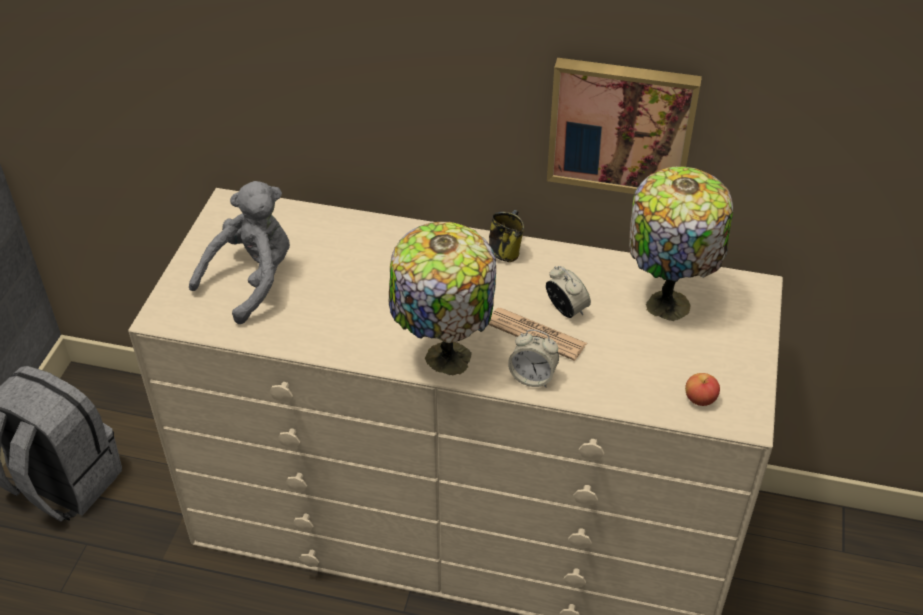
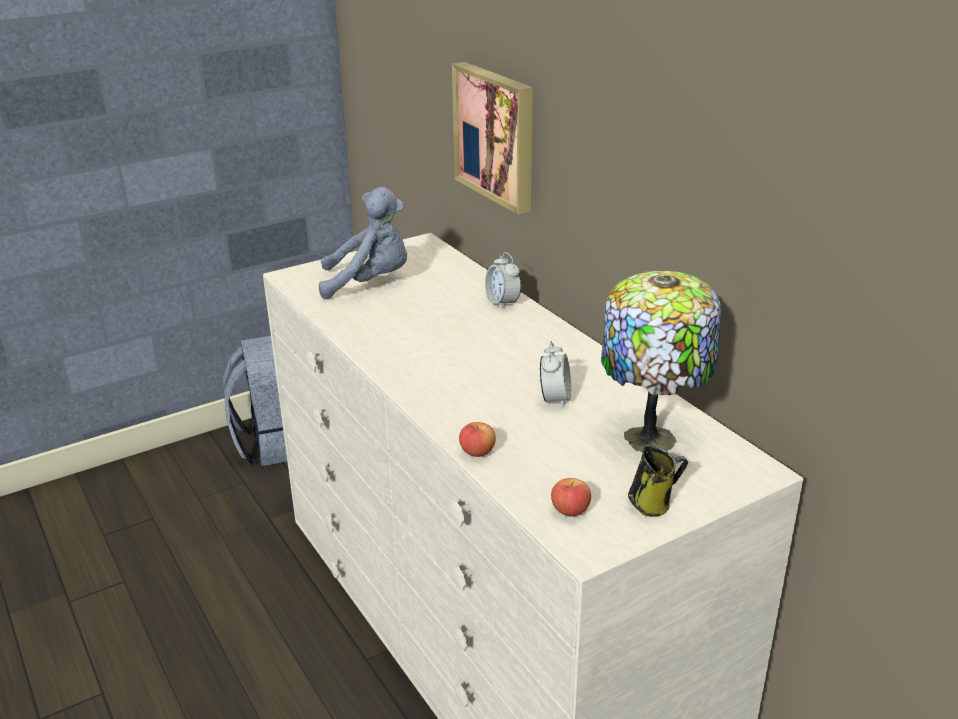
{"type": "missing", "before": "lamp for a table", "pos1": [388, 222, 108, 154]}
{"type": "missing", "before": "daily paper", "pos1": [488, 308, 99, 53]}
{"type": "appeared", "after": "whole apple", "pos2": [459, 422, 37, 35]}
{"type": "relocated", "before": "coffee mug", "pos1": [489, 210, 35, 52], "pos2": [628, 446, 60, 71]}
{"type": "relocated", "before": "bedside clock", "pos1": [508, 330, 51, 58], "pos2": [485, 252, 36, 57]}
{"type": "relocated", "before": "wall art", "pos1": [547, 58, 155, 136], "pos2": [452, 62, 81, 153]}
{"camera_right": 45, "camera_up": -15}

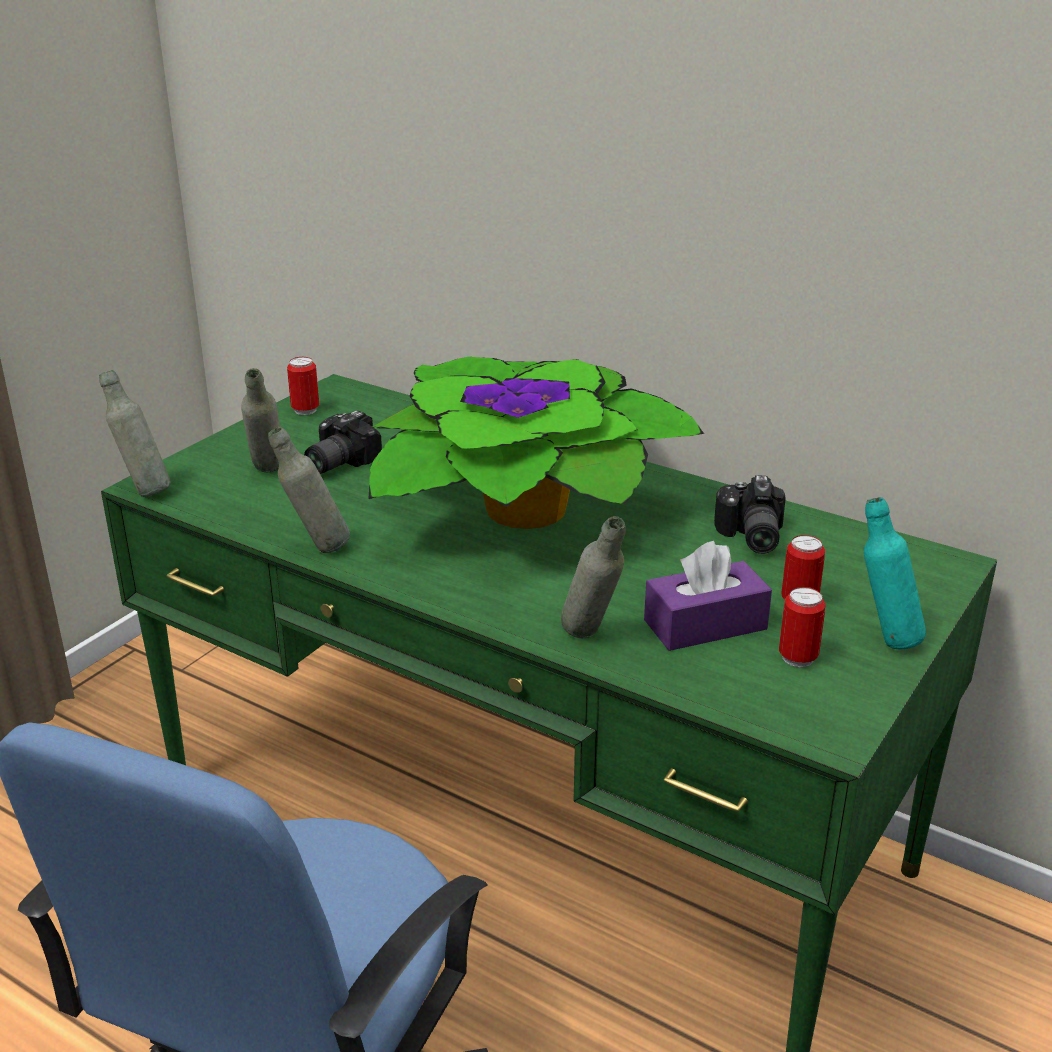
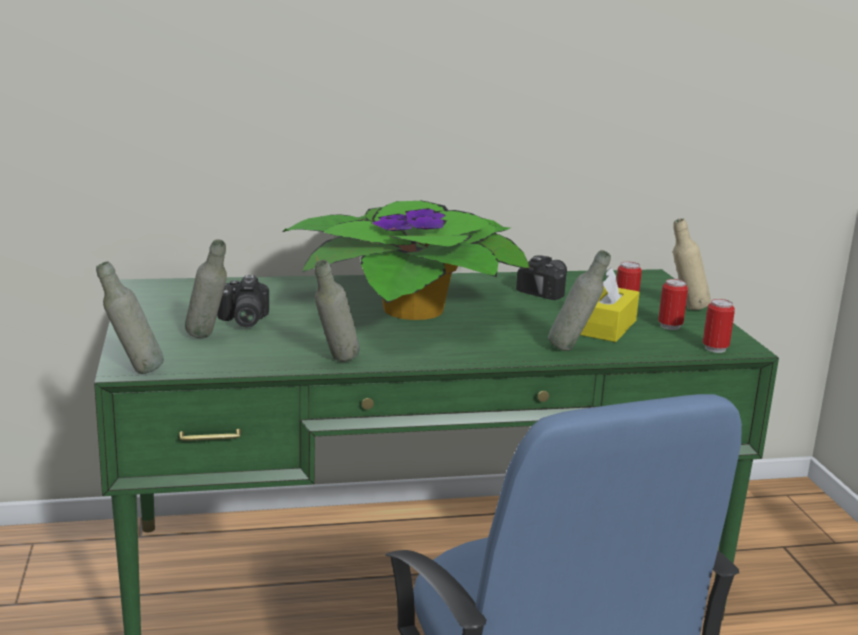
{"type": "relocated", "before": "sealed can", "pos1": [287, 357, 32, 58], "pos2": [703, 299, 32, 54]}
{"type": "colour", "before": "purple box of tissues", "after": "yellow box of tissues", "pos1": [644, 541, 128, 110], "pos2": [580, 268, 60, 74]}
{"type": "colour", "before": "turquoise-coloured bottle", "after": "sand-coloured bottle", "pos1": [864, 497, 62, 153], "pos2": [673, 218, 38, 92]}
{"type": "spun", "before": "photo camera", "pos1": [714, 475, 72, 79], "pos2": [516, 255, 51, 45], "turn": -105}
{"camera_right": -45, "camera_up": -10}

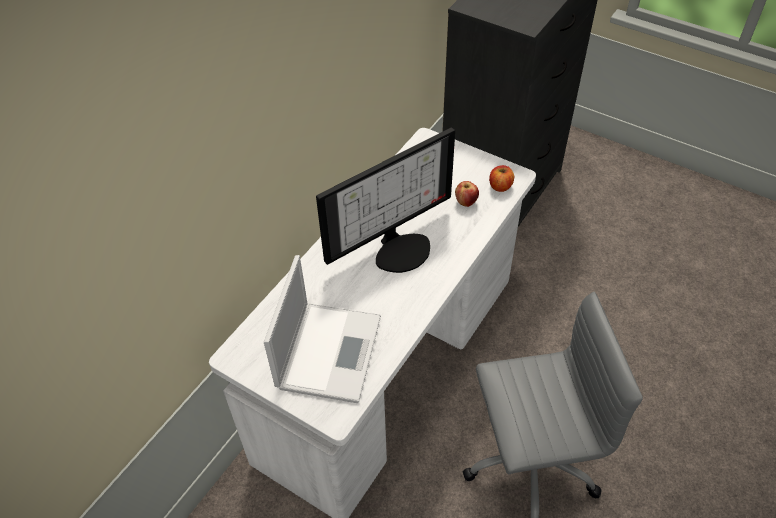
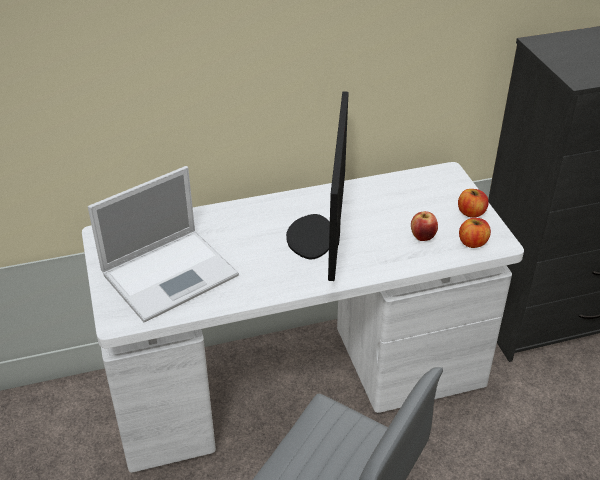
{"type": "appeared", "after": "whole apple", "pos2": [458, 189, 31, 29]}
{"type": "spun", "before": "monitor", "pos1": [316, 127, 139, 146], "pos2": [286, 91, 63, 190], "turn": 90}
{"camera_right": 40, "camera_up": -10}

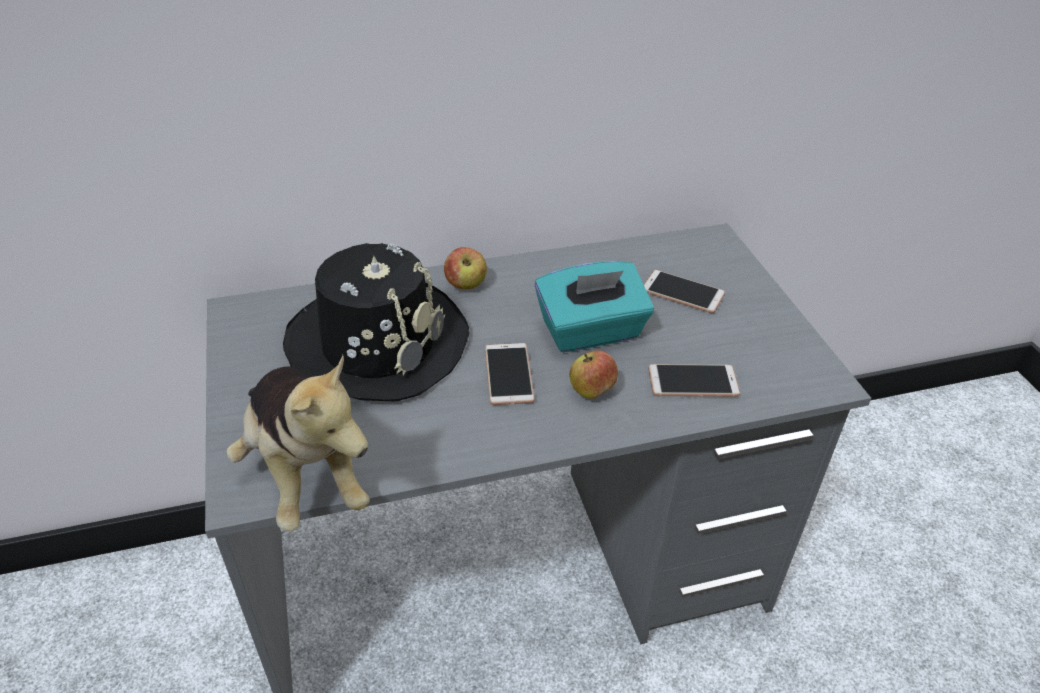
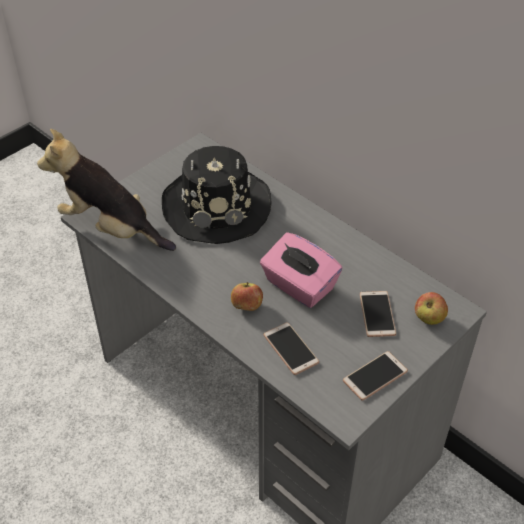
{"type": "relocated", "before": "whole apple", "pos1": [444, 247, 43, 42], "pos2": [415, 292, 33, 33]}
{"type": "relocated", "before": "telephone", "pos1": [485, 343, 50, 62], "pos2": [343, 351, 65, 50]}
{"type": "colour", "before": "turquoise-coloured box of tissues", "after": "pinkish box of tissues", "pos1": [535, 261, 119, 91], "pos2": [260, 233, 82, 75]}
{"type": "spun", "before": "cuddly toy", "pos1": [226, 355, 144, 176], "pos2": [37, 129, 139, 122], "turn": 90}
{"camera_right": 60, "camera_up": 5}

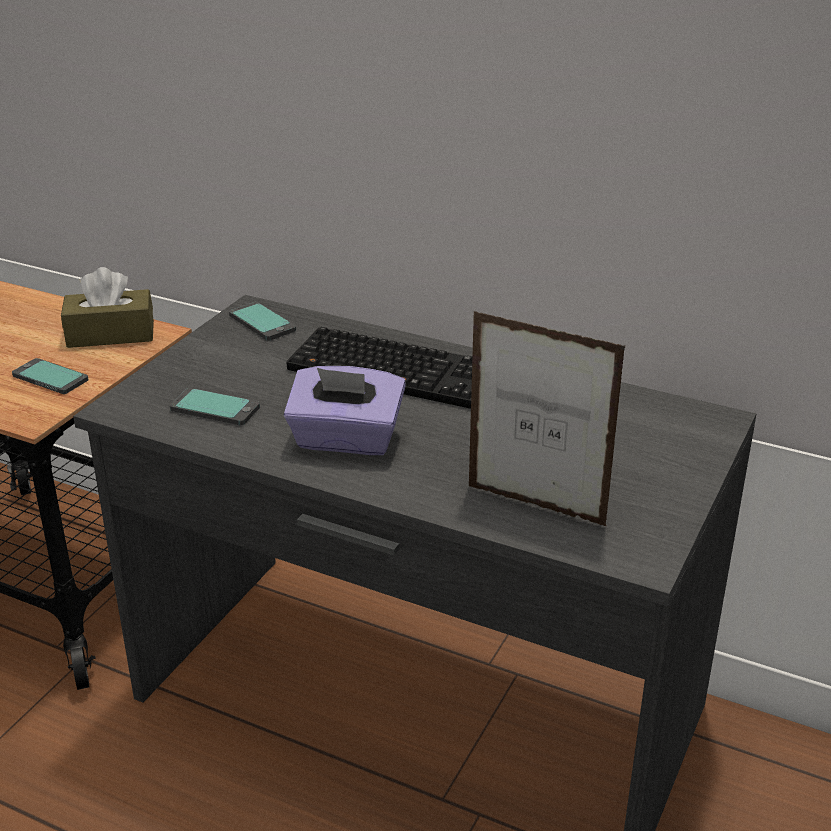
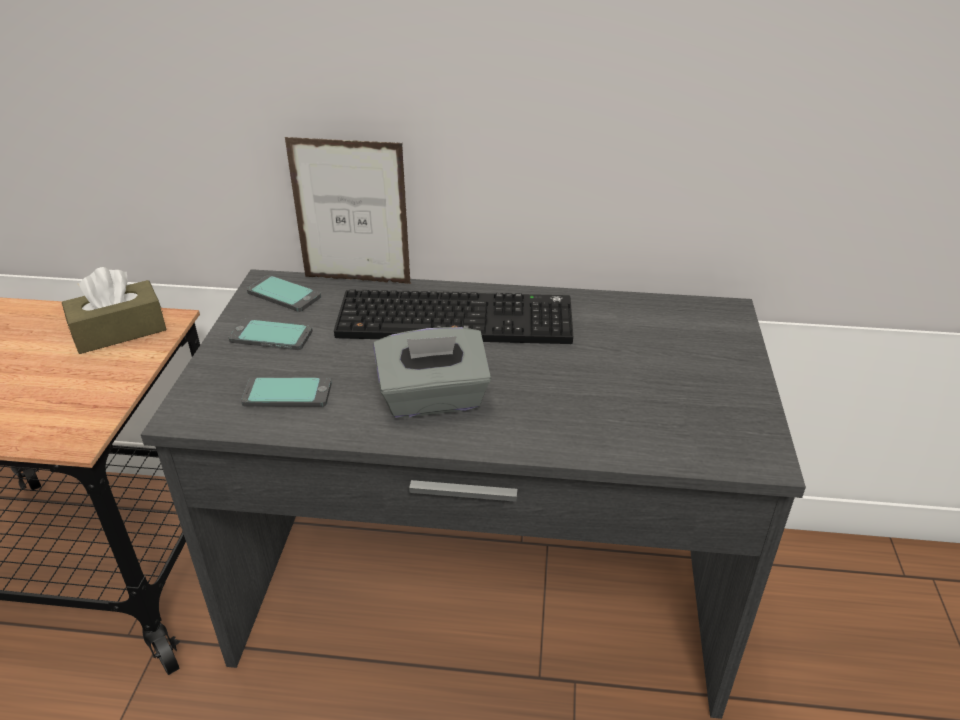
{"type": "relocated", "before": "telephone", "pos1": [12, 358, 76, 36], "pos2": [229, 319, 84, 31]}
{"type": "relocated", "before": "photo frame", "pos1": [469, 311, 157, 216], "pos2": [285, 137, 126, 147]}
{"type": "colour", "before": "purple box of tissues", "after": "grey box of tissues", "pos1": [284, 366, 122, 89], "pos2": [373, 327, 118, 91]}
{"camera_right": -20, "camera_up": 5}

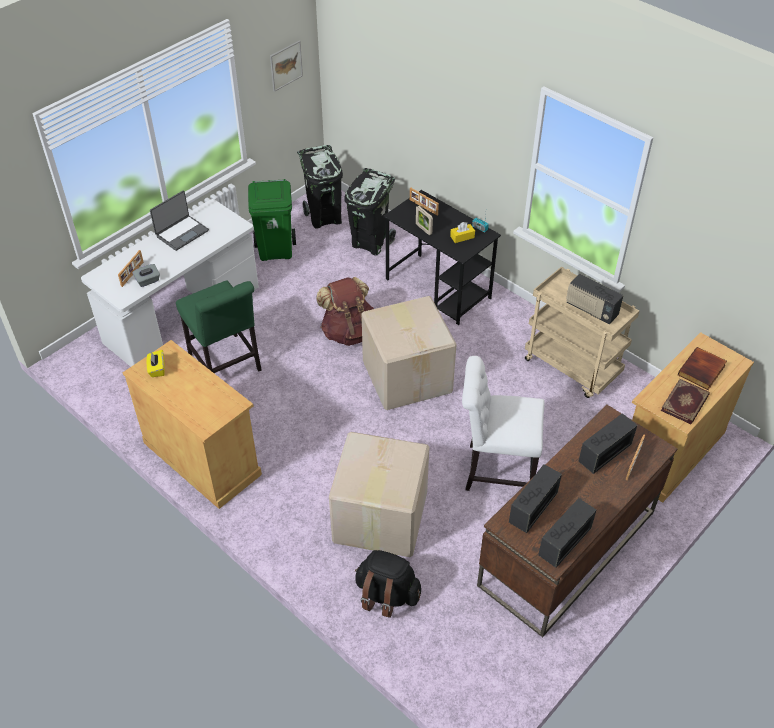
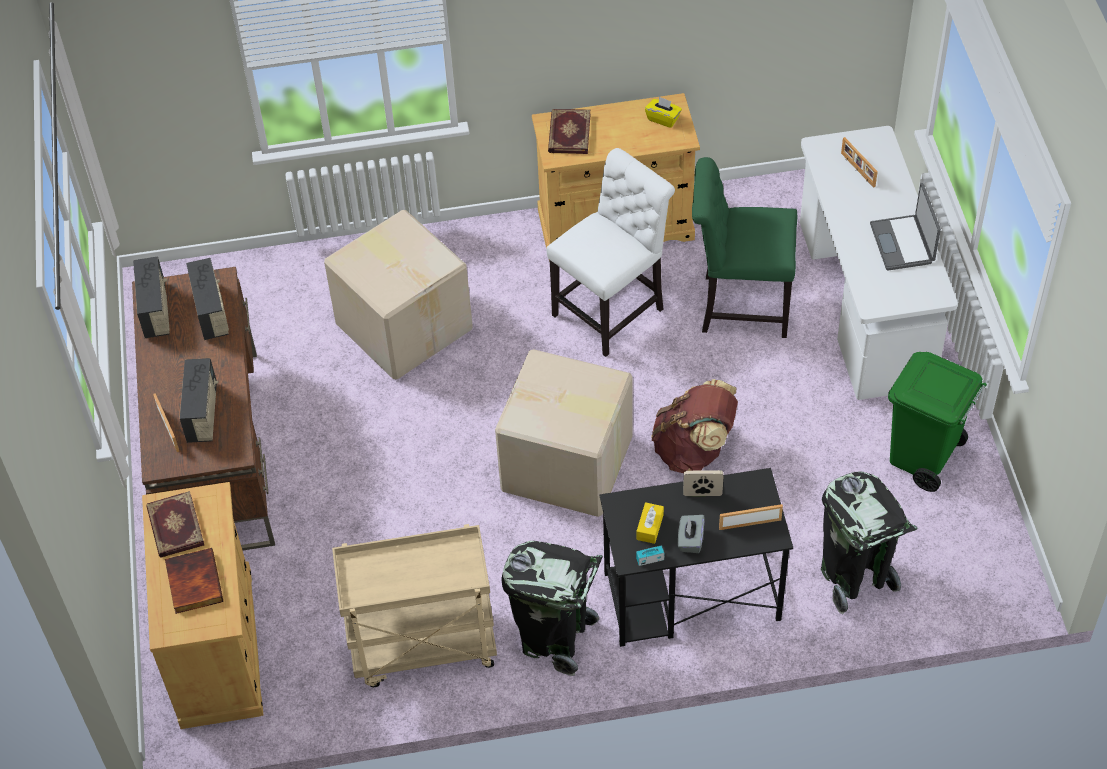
{"type": "missing", "before": "wall art", "pos1": [270, 41, 33, 51]}
{"type": "missing", "before": "black knapsack", "pos1": [355, 550, 66, 68]}
{"type": "missing", "before": "radio", "pos1": [566, 273, 57, 51]}
{"type": "appeared", "after": "book", "pos2": [548, 109, 42, 45]}
{"type": "relocated", "before": "grey box of tissues", "pos1": [132, 264, 28, 23], "pos2": [678, 515, 27, 38]}
{"type": "relocated", "before": "black waste bin", "pos1": [297, 145, 46, 83], "pos2": [502, 541, 101, 135]}
{"type": "relocated", "before": "white-coloured plain chair", "pos1": [462, 356, 83, 135], "pos2": [546, 148, 129, 209]}
{"camera_right": 130, "camera_up": 5}

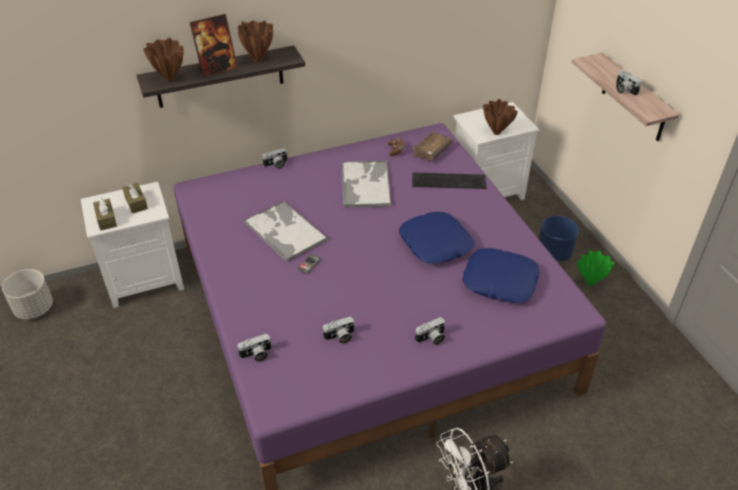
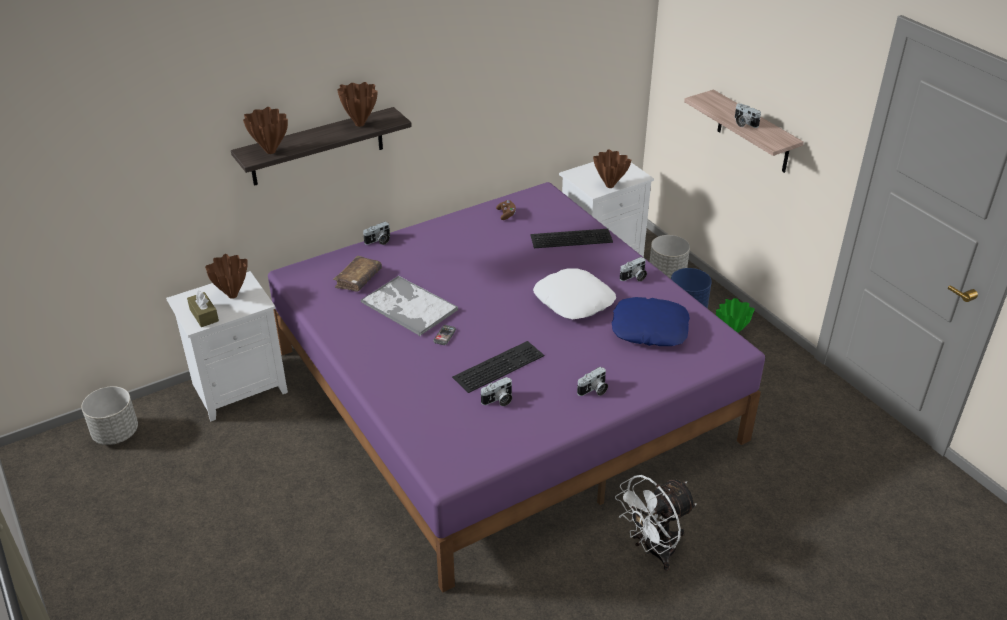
{"type": "missing", "before": "photo frame", "pos1": [189, 14, 49, 63]}
{"type": "missing", "before": "carrying tray", "pos1": [342, 160, 50, 48]}
{"type": "appeared", "after": "PC keyboard", "pos2": [452, 341, 92, 52]}
{"type": "appeared", "after": "grey plant pot", "pos2": [650, 235, 40, 44]}
{"type": "relocated", "before": "photo camera", "pos1": [237, 334, 34, 28], "pos2": [620, 257, 27, 25]}
{"type": "relocated", "before": "brown-coloured book", "pos1": [412, 131, 40, 30], "pos2": [333, 256, 49, 35]}
{"type": "exchanged", "before": "brown-coloured box of tissues", "after": "brown-coloured flower vase", "pos1": [122, 183, 26, 31], "pos2": [205, 254, 43, 45]}
{"type": "colour", "before": "blue-coloured pillow", "after": "white-coloured pillow", "pos1": [399, 212, 76, 52], "pos2": [533, 268, 83, 52]}
{"camera_right": -10, "camera_up": -5}

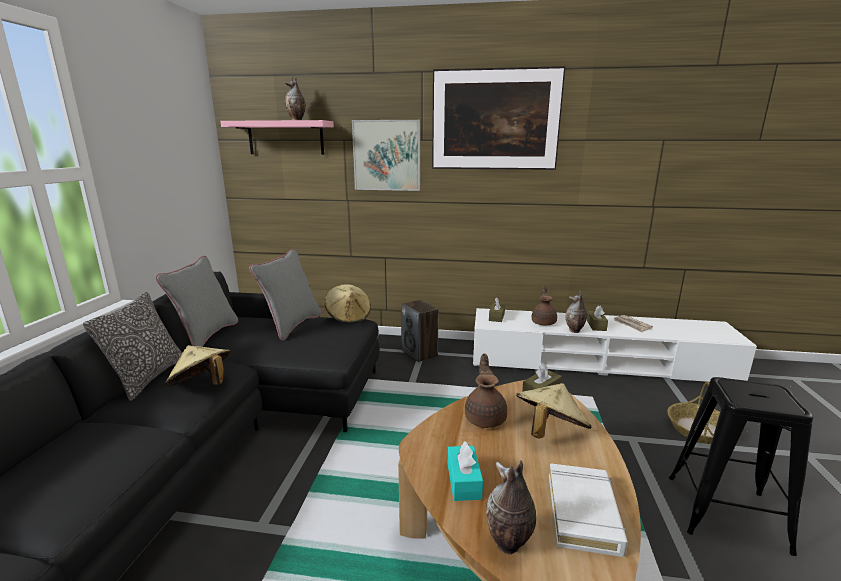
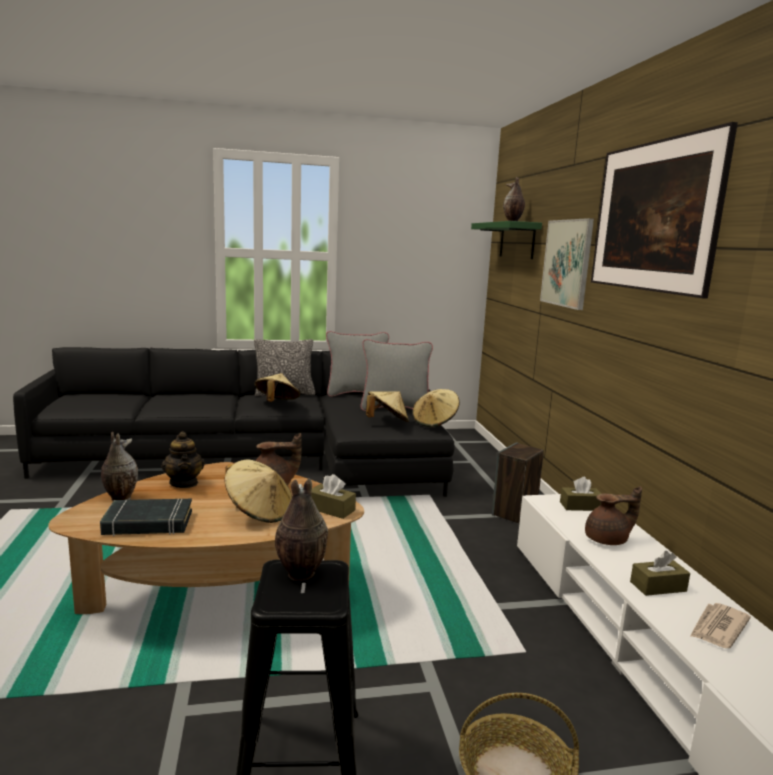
{"type": "appeared", "after": "sand-coloured wearable hat", "pos2": [366, 391, 43, 31]}
{"type": "relocated", "before": "flower vase", "pos1": [566, 290, 21, 43], "pos2": [275, 478, 53, 103]}
{"type": "exchanged", "before": "turquoise-coloured box of tissues", "after": "teapot", "pos1": [448, 441, 35, 60], "pos2": [161, 431, 44, 57]}
{"type": "colour", "before": "pinkish wall shelf", "after": "green wall shelf", "pos1": [220, 120, 114, 35], "pos2": [471, 221, 71, 38]}
{"type": "colour", "before": "white-coloured book", "after": "black book", "pos1": [549, 463, 79, 94], "pos2": [100, 499, 92, 37]}
{"camera_right": 70, "camera_up": -5}

